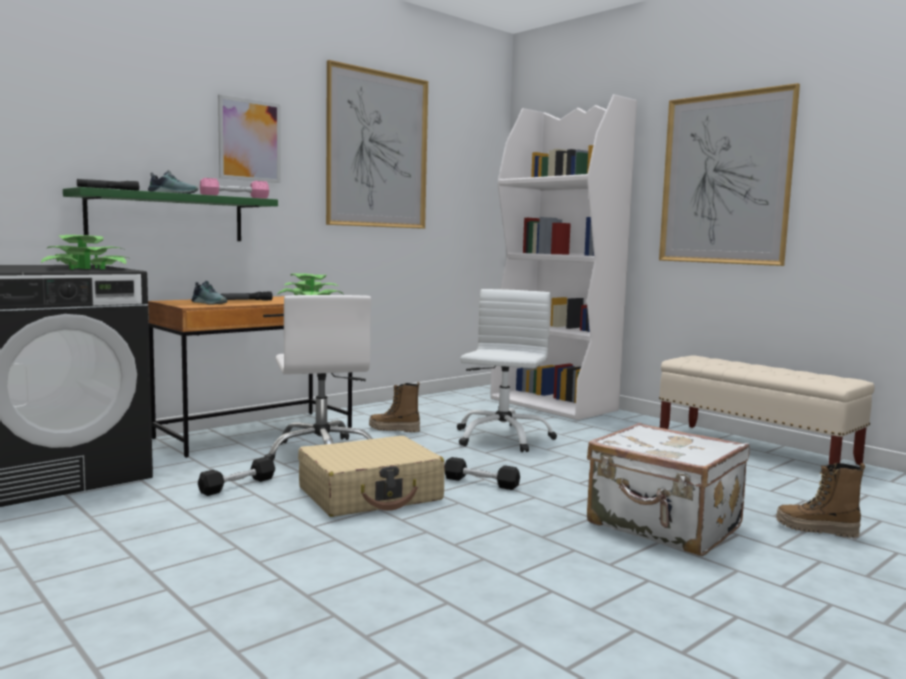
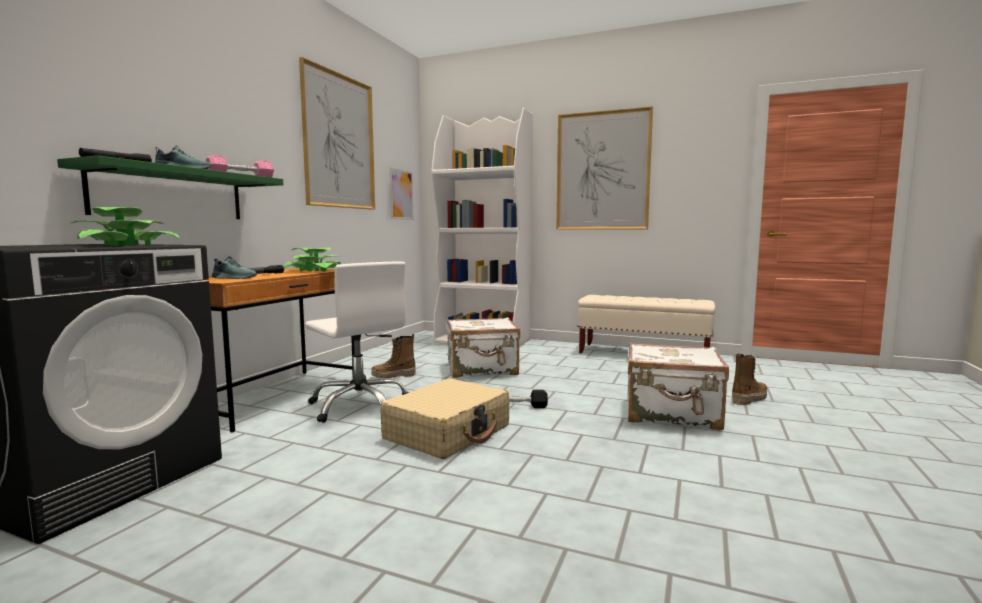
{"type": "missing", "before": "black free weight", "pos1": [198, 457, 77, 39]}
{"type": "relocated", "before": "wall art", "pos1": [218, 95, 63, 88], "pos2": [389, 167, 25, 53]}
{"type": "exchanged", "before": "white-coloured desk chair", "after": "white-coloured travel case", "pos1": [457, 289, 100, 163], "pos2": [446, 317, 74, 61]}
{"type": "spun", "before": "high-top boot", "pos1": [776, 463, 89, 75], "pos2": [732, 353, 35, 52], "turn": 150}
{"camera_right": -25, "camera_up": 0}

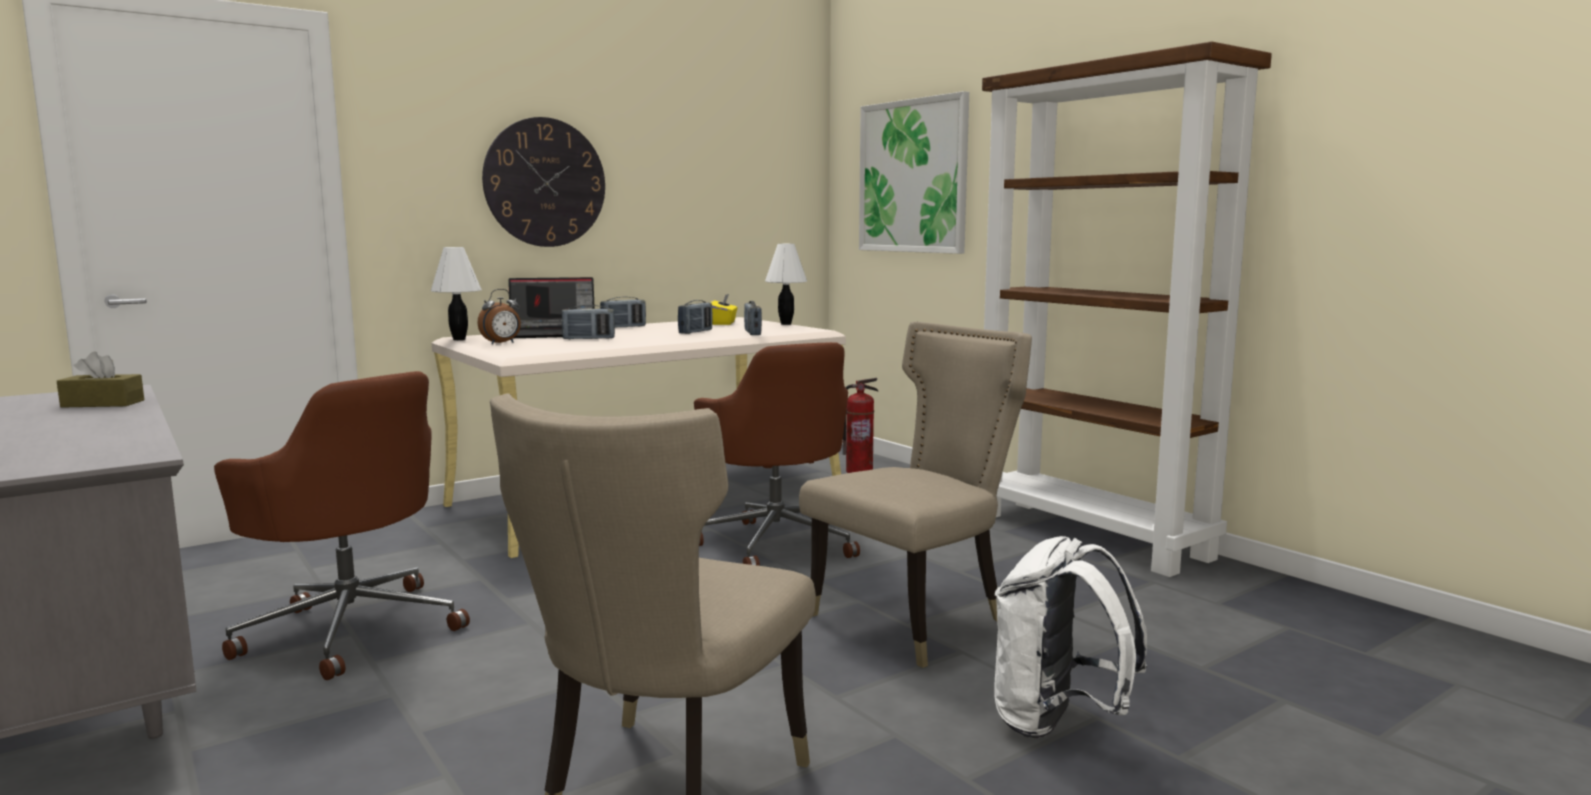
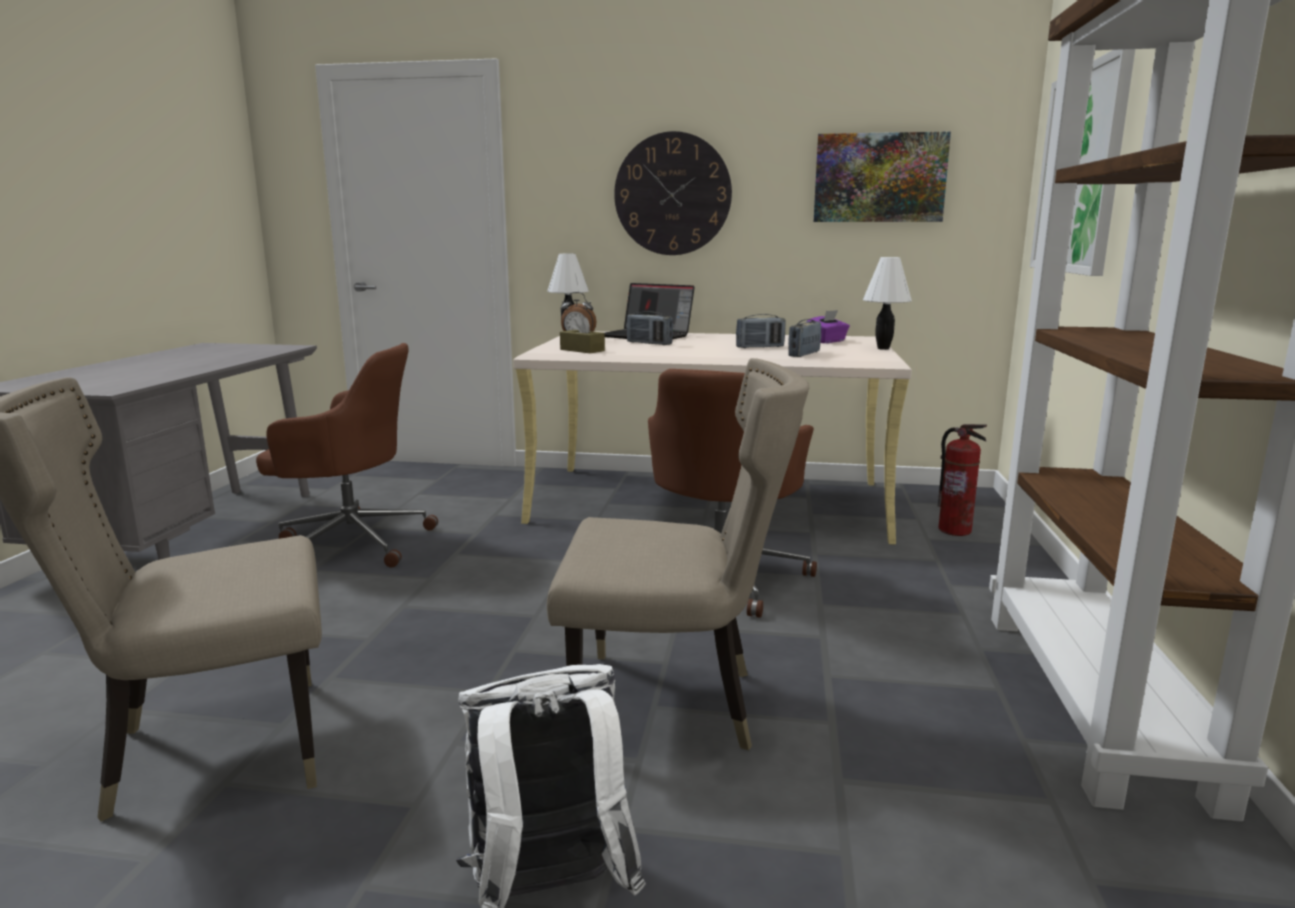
{"type": "missing", "before": "radio", "pos1": [600, 297, 46, 30]}
{"type": "appeared", "after": "wall art", "pos2": [814, 131, 137, 91]}
{"type": "relocated", "before": "brown-coloured box of tissues", "pos1": [57, 352, 87, 56], "pos2": [560, 315, 45, 38]}
{"type": "colour", "before": "yellow box of tissues", "after": "purple box of tissues", "pos1": [710, 294, 28, 31], "pos2": [806, 310, 44, 33]}
{"type": "spun", "before": "brown-coloured desk chair", "pos1": [214, 371, 256, 309], "pos2": [256, 343, 182, 224], "turn": -75}
{"camera_right": 45, "camera_up": 5}

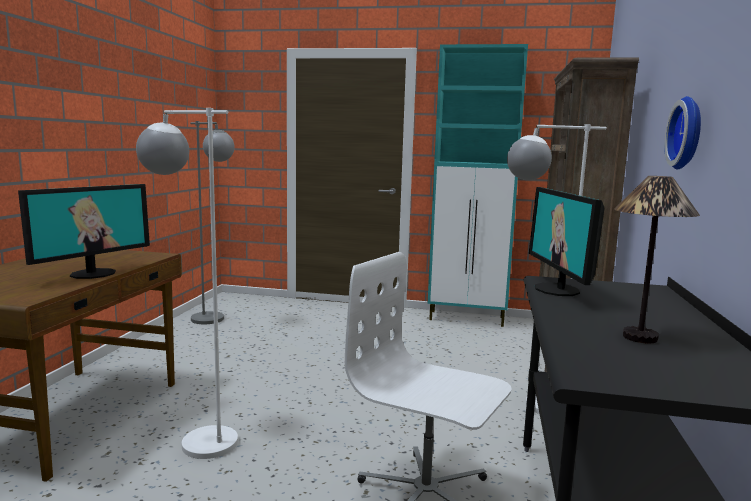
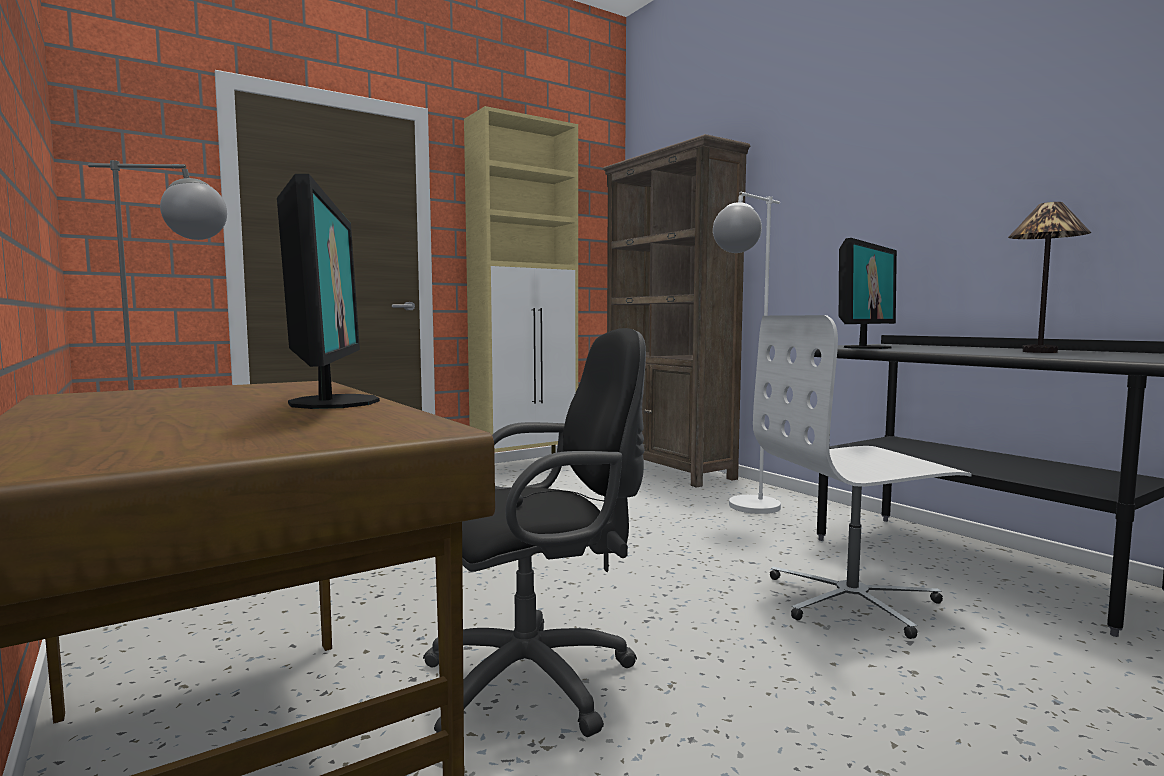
{"type": "missing", "before": "clock on the wall", "pos1": [664, 96, 37, 74]}
{"type": "exchanged", "before": "white-coloured standard lamp", "after": "black desk chair", "pos1": [136, 108, 102, 351], "pos2": [423, 328, 223, 409]}
{"type": "colour", "before": "turquoise-coloured cupboard", "after": "sand-coloured cupboard", "pos1": [428, 44, 100, 283], "pos2": [464, 106, 114, 348]}
{"type": "spun", "before": "monitor", "pos1": [529, 187, 76, 109], "pos2": [839, 238, 58, 111], "turn": -90}
{"camera_right": -45, "camera_up": -5}

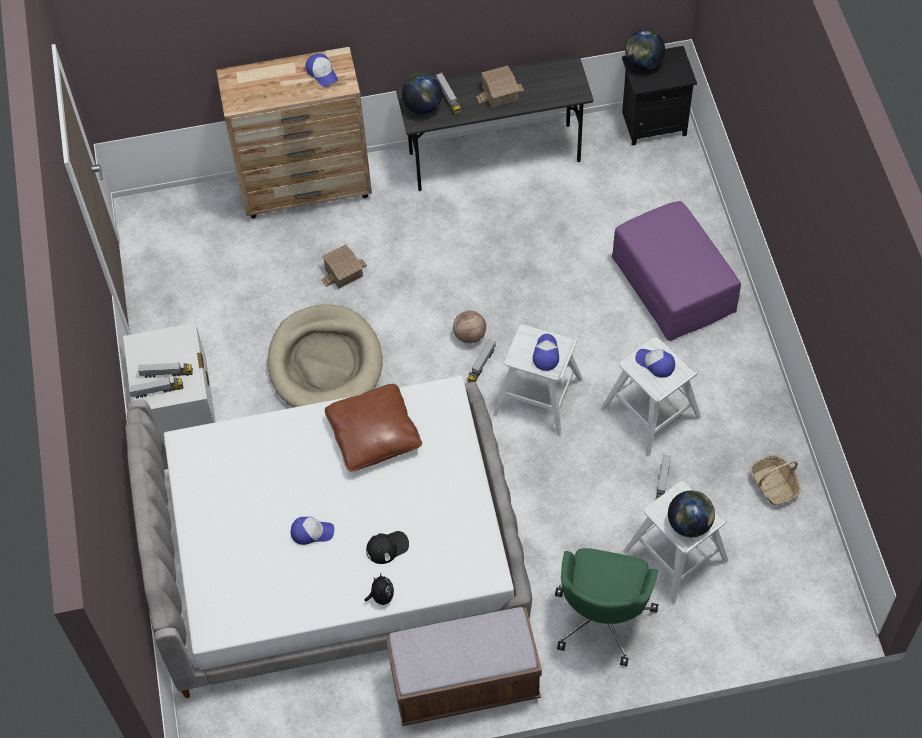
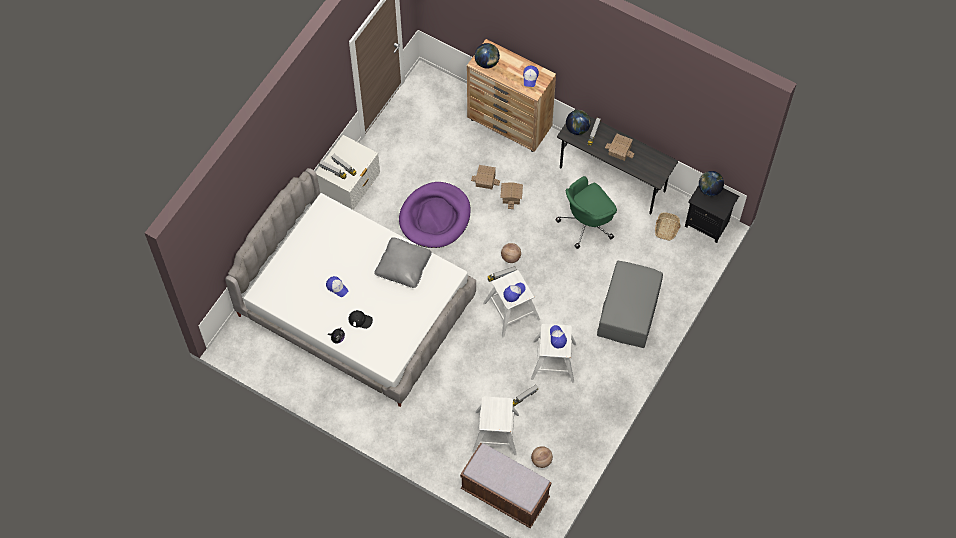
{"type": "appeared", "after": "toy house", "pos2": [500, 182, 23, 27]}
{"type": "appeared", "after": "ball for basketball", "pos2": [531, 446, 22, 22]}
{"type": "relocated", "before": "brown-coloured bench", "pos1": [386, 607, 156, 119], "pos2": [460, 443, 91, 85]}
{"type": "relocated", "before": "green desk chair", "pos1": [555, 548, 104, 118], "pos2": [555, 176, 62, 73]}
{"type": "relocated", "before": "world globe", "pos1": [668, 490, 47, 48], "pos2": [475, 43, 25, 26]}
{"type": "relocated", "before": "basket", "pos1": [750, 455, 51, 50], "pos2": [655, 212, 26, 29]}
{"type": "colour", "before": "sand-coloured dog bed", "after": "purple dog bed", "pos1": [268, 304, 115, 103], "pos2": [399, 182, 72, 66]}
{"type": "colour", "before": "brown-coloured pillow", "after": "grey pillow", "pos1": [325, 384, 97, 87], "pos2": [374, 237, 58, 51]}
{"type": "colour", "before": "purple footrest", "after": "grey footrest", "pos1": [612, 201, 129, 140], "pos2": [597, 261, 66, 87]}
{"camera_right": 40, "camera_up": 5}

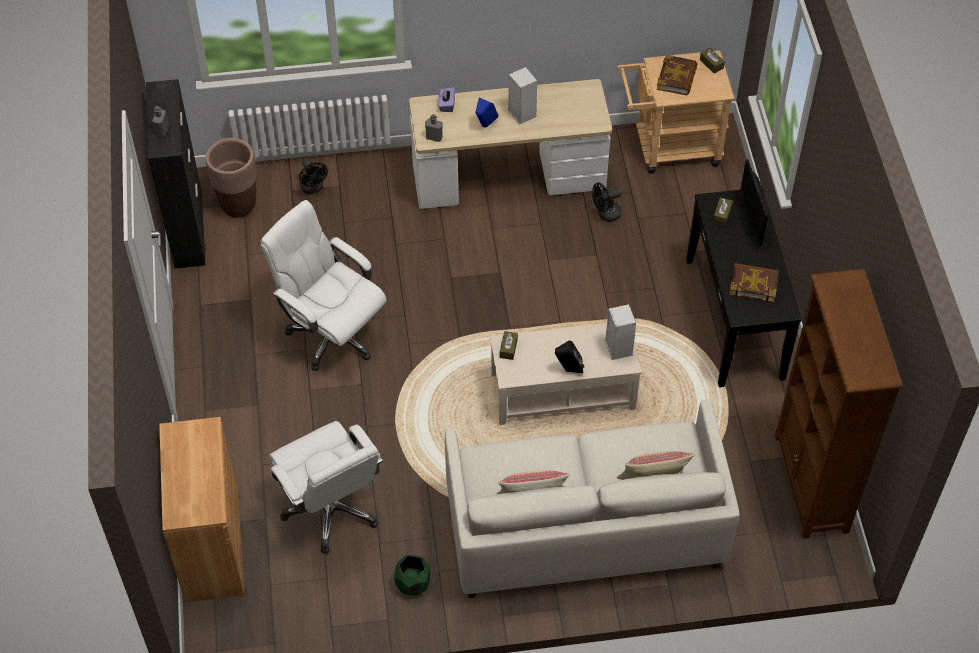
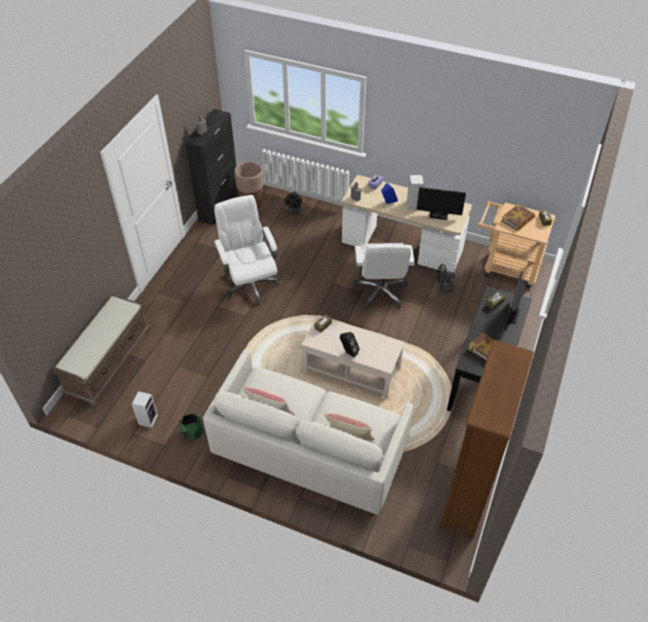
{"type": "appeared", "after": "monitor", "pos2": [417, 187, 49, 33]}
{"type": "relocated", "before": "white-coloured desk chair", "pos1": [269, 421, 114, 132], "pos2": [353, 243, 61, 66]}
{"type": "relocated", "before": "loudspeaker", "pos1": [605, 304, 31, 56], "pos2": [132, 391, 26, 37]}
{"type": "exchanged", "before": "brown-coloured cupboard", "after": "brown-coloured bench", "pos1": [159, 417, 85, 185], "pos2": [52, 294, 98, 112]}
{"camera_right": 30, "camera_up": -5}

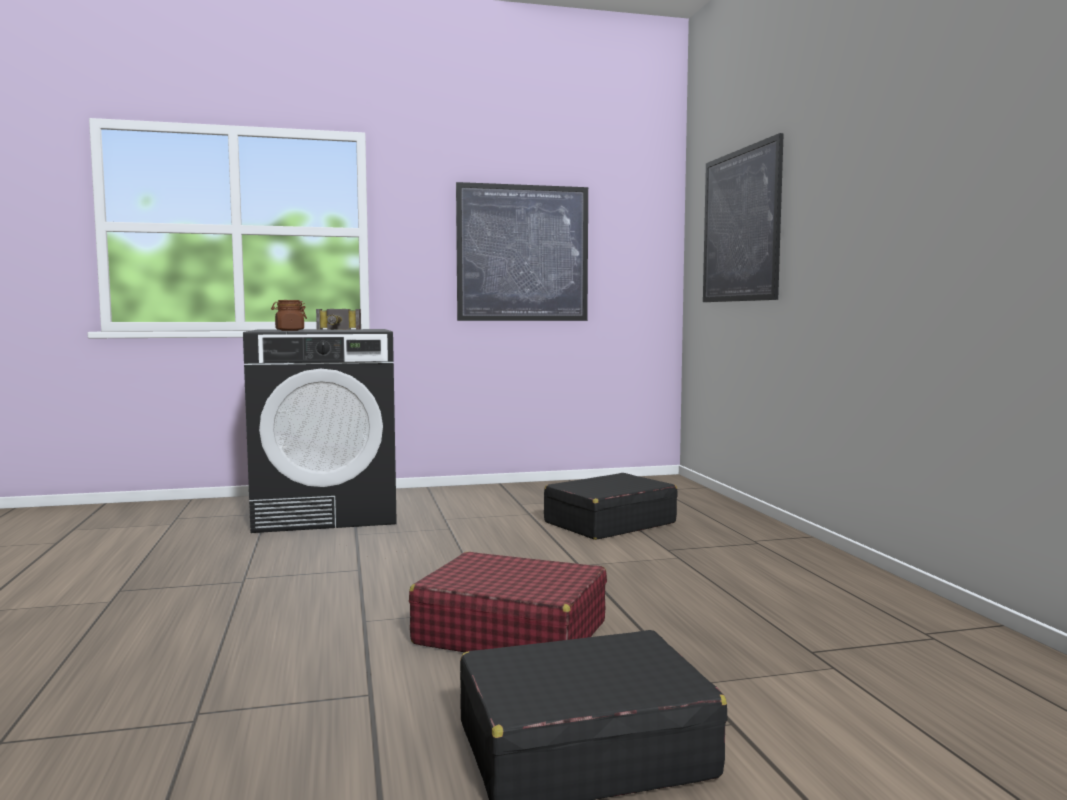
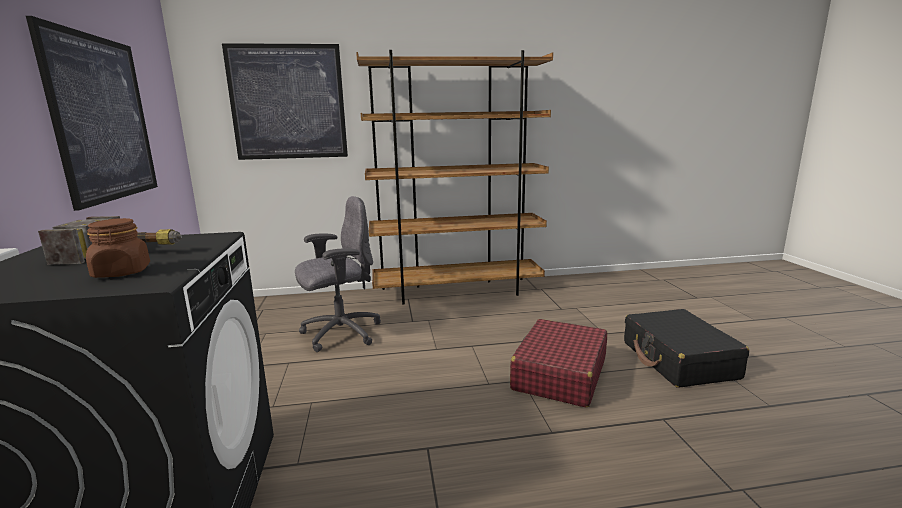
{"type": "appeared", "after": "brown-coloured bookshelf", "pos2": [356, 50, 197, 255]}
{"type": "exchanged", "before": "black travel case", "after": "grey desk chair", "pos1": [544, 473, 134, 67], "pos2": [295, 196, 86, 156]}
{"camera_right": -85, "camera_up": 10}

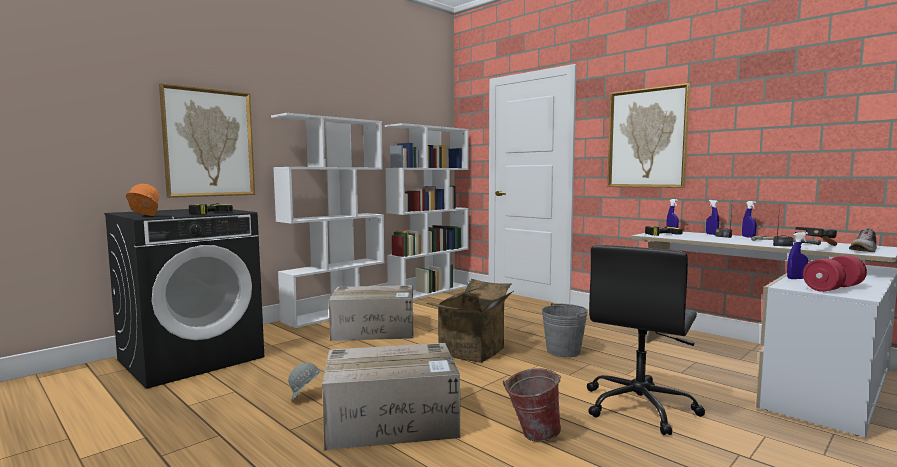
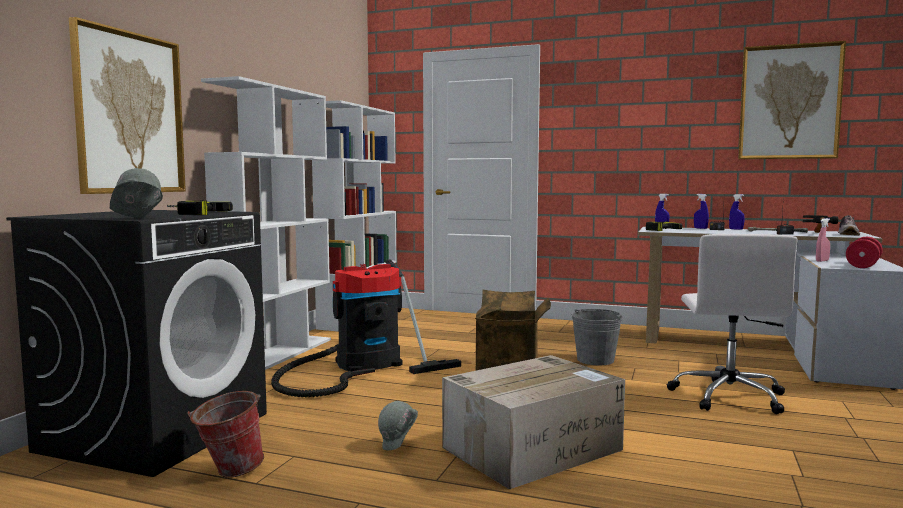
{"type": "relocated", "before": "pail", "pos1": [503, 368, 58, 74], "pos2": [187, 391, 77, 87]}
{"type": "relocated", "before": "wall art", "pos1": [607, 83, 83, 105], "pos2": [738, 41, 108, 118]}
{"type": "exchanged", "before": "carton", "after": "hoover", "pos1": [329, 285, 84, 56], "pos2": [271, 259, 190, 138]}
{"type": "colour", "before": "orange work helmet", "after": "grey work helmet", "pos1": [126, 184, 34, 32], "pos2": [110, 168, 53, 50]}
{"type": "colour", "before": "black desk chair", "after": "white-coloured desk chair", "pos1": [587, 245, 118, 190], "pos2": [667, 234, 131, 180]}
{"type": "colour", "before": "blue-coloured spray bottle", "after": "pinkish spray bottle", "pos1": [787, 232, 21, 47], "pos2": [816, 218, 14, 44]}
{"camera_right": -25, "camera_up": 0}

